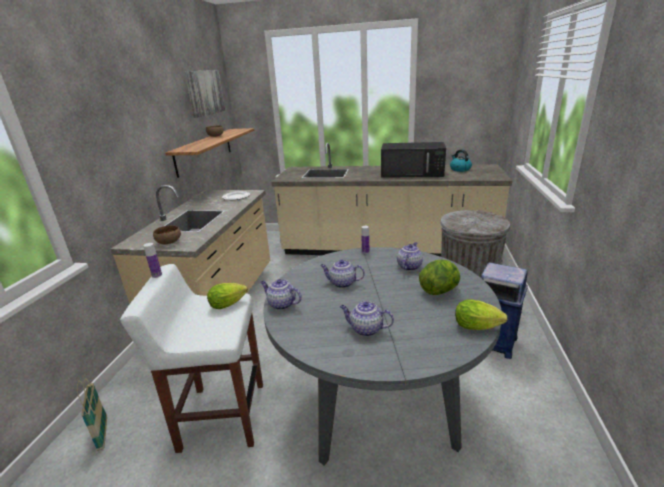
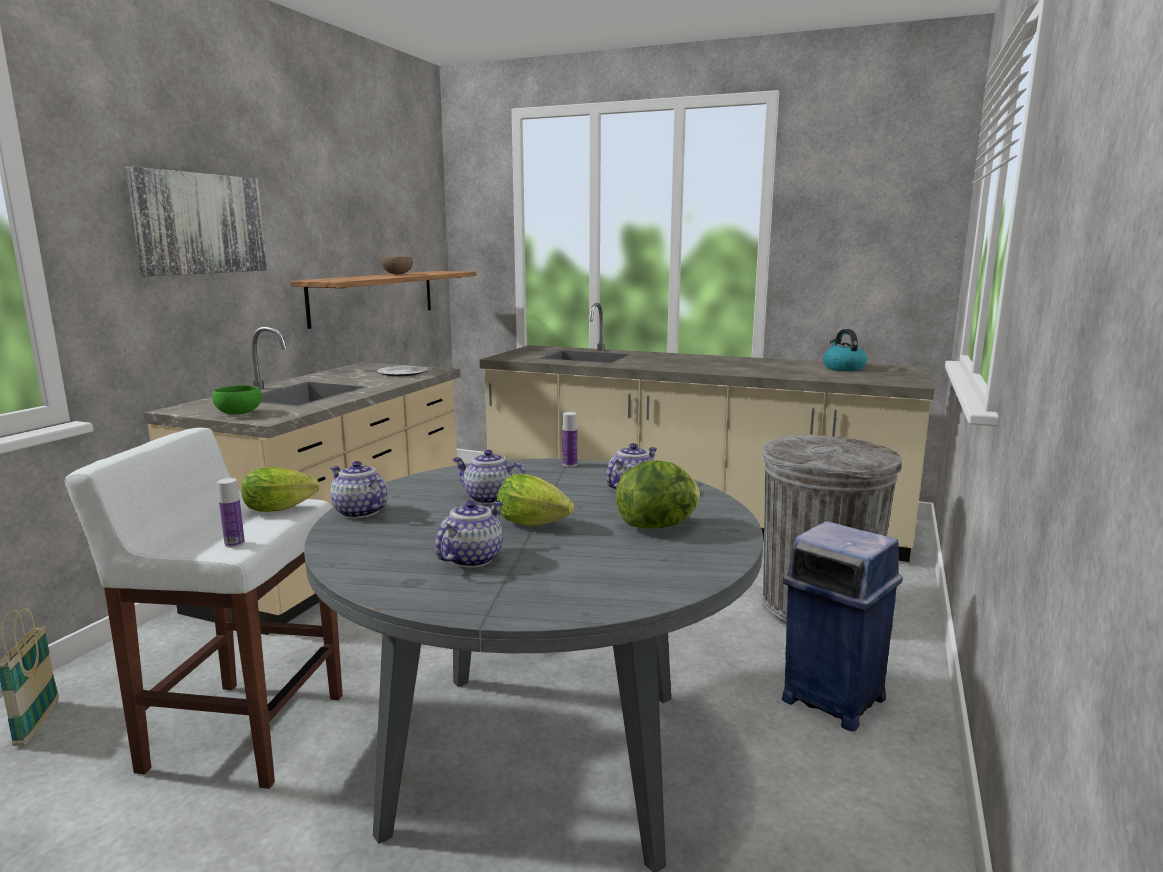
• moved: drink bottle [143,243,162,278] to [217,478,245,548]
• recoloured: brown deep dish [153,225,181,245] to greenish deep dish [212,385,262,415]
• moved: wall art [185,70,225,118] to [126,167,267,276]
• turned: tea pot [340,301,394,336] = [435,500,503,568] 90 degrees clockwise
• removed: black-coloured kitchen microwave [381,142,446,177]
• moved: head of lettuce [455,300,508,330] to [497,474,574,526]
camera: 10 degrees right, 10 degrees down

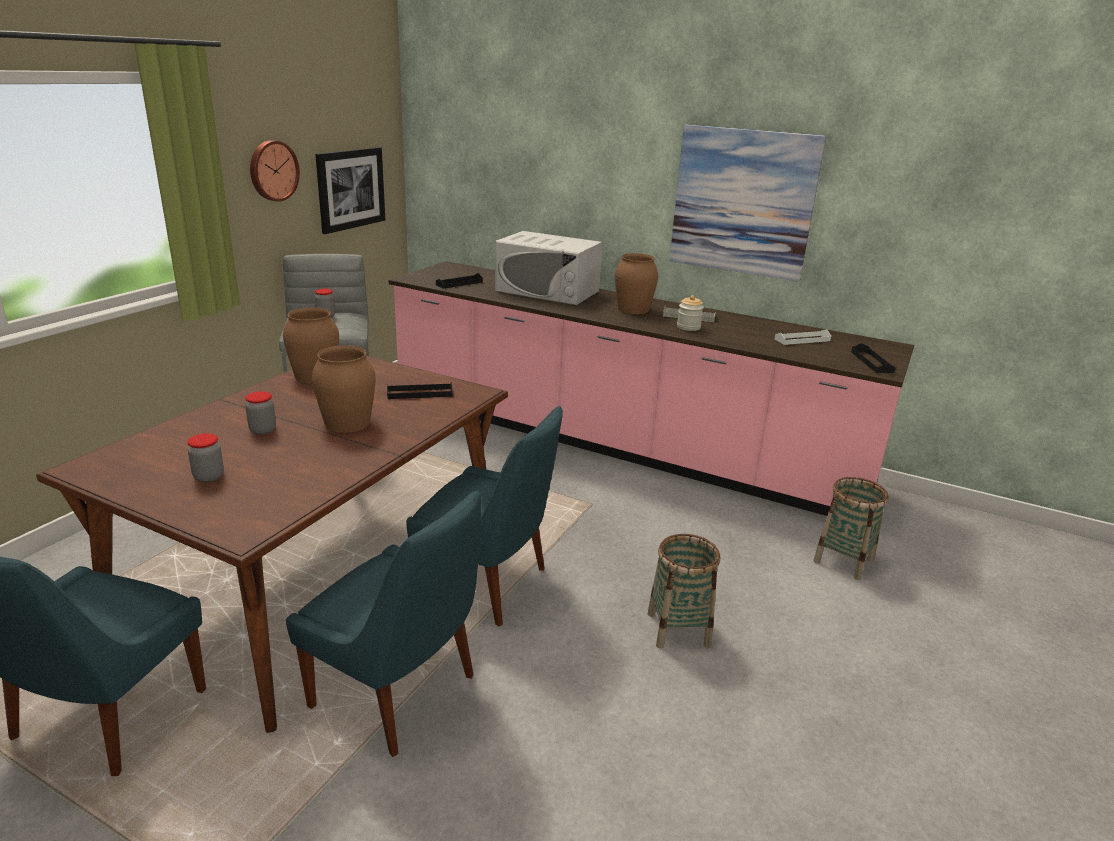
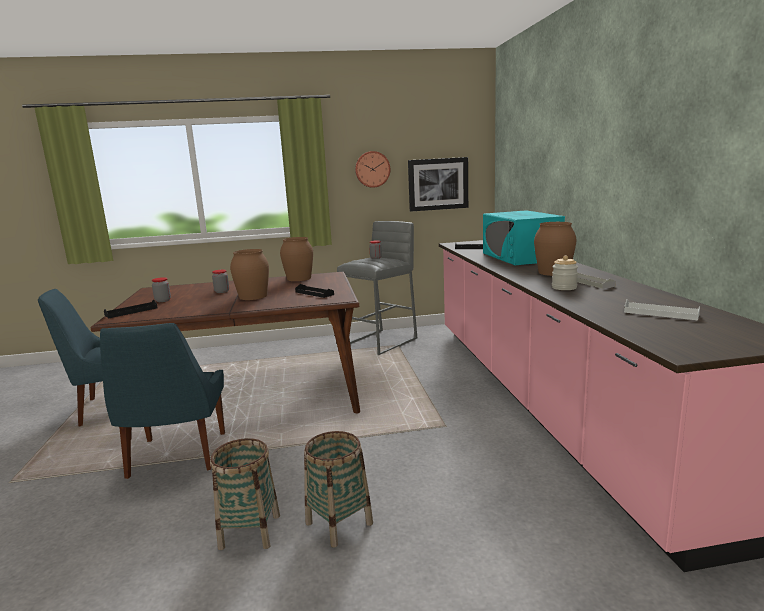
• removed: bluish plain chair [406,406,563,626]
• recoloured: white kitchen microwave [495,231,603,305] to turquoise kitchen microwave [483,210,565,265]
• removed: wall art [669,124,826,282]
• moved: household basket [813,477,889,580] to [210,438,280,550]
• moved: black-coloured carrying tray [851,343,896,373] to [104,300,158,318]
camera: 55 degrees right, 10 degrees down

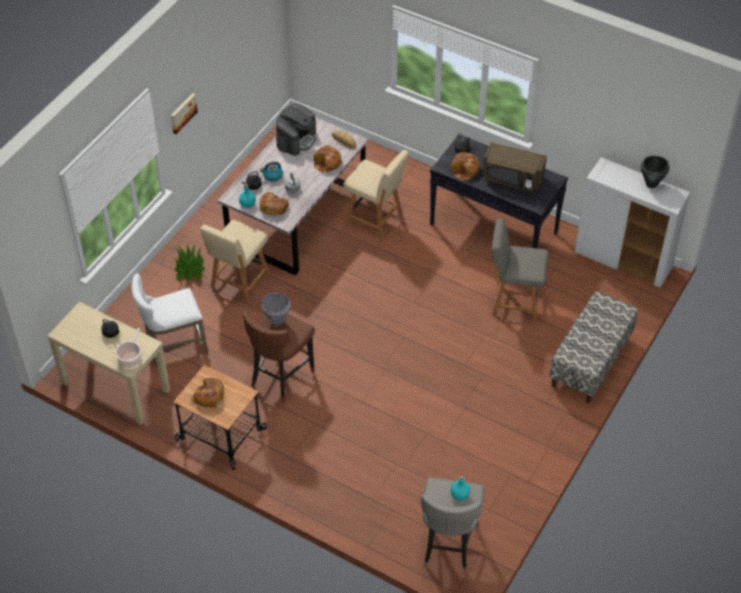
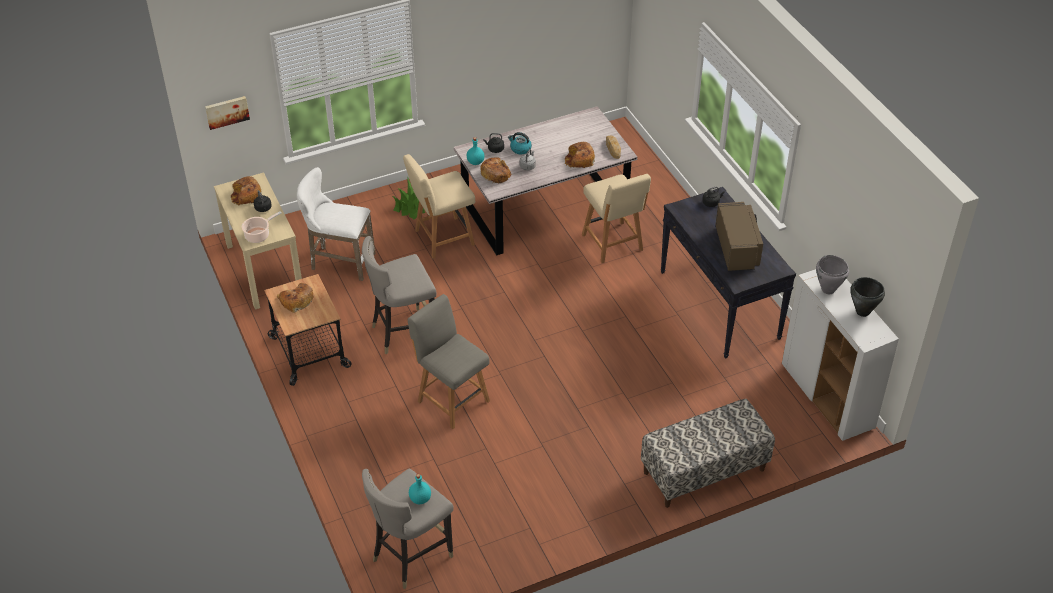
• moved: wall art [171,93,198,134] to [205,96,250,130]
• recoloured: brown sitting stool [243,310,315,403] to greyish sitting stool [362,236,437,354]
• moved: greyish cooking pot [261,293,291,326] to [816,255,849,294]
• removed: coffee brewer [276,104,316,156]
• moved: bakery bread [450,152,480,180] to [231,176,262,205]
• turned: brown kitchen microwave [483,142,547,192] = [715,202,763,271] 150 degrees counterclockwise
• moved: greyish plain chair [492,218,549,321] to [408,294,490,429]
camera: 35 degrees right, 5 degrees down

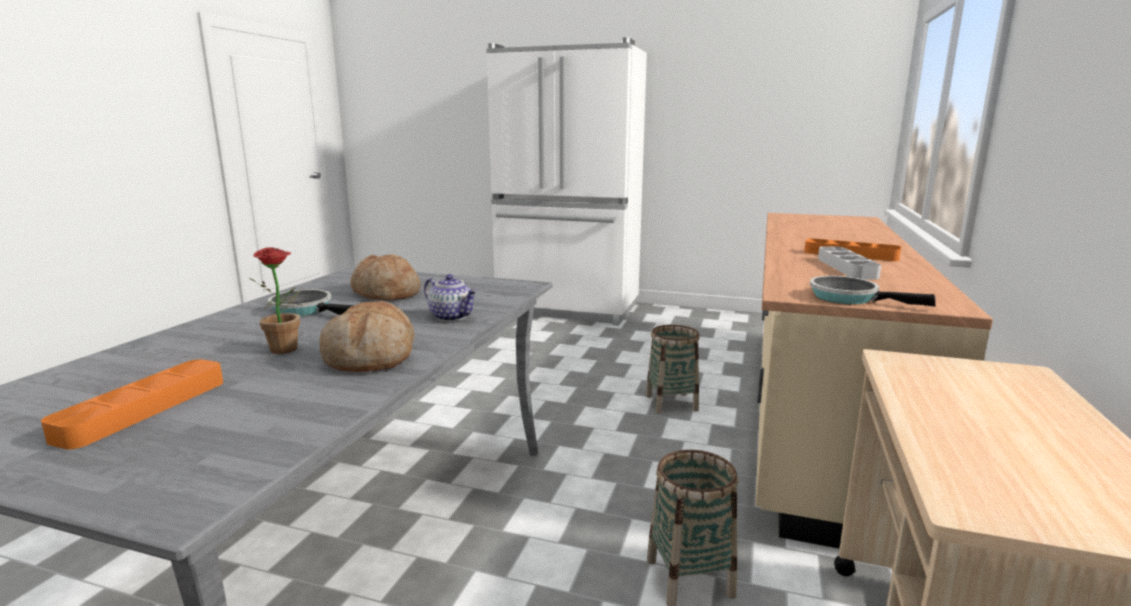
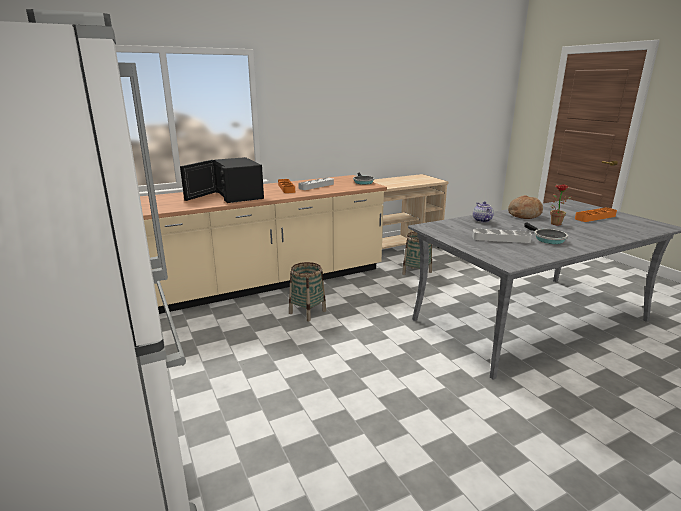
• replaced: bakery bread [350,254,421,301] to greyish carrying tray [472,229,532,243]
• added: black-coloured kitchen microwave [180,157,264,203]
camera: 135 degrees left, 5 degrees up

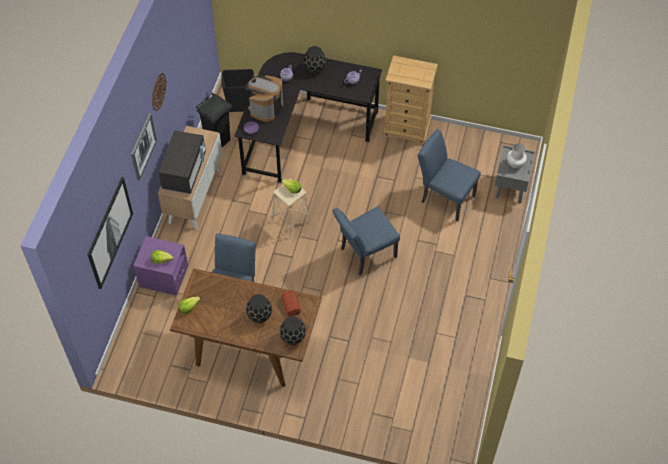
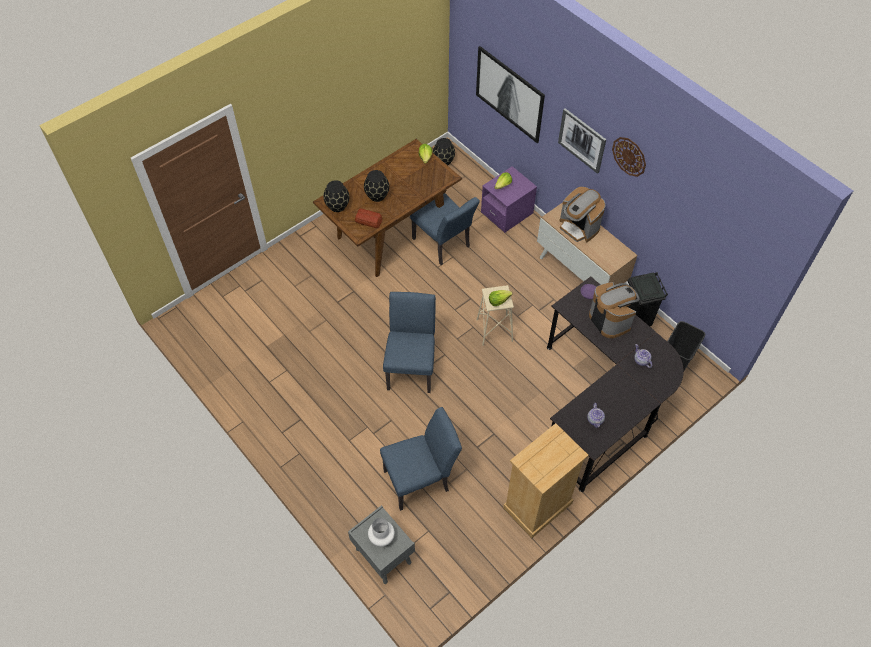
• replaced: black-coloured kitchen microwave [158,130,206,194] to coffee brewer [559,187,606,243]
• moved: black-coloured vase [304,46,326,74] to [433,138,455,165]
camera: 125 degrees right, 0 degrees up

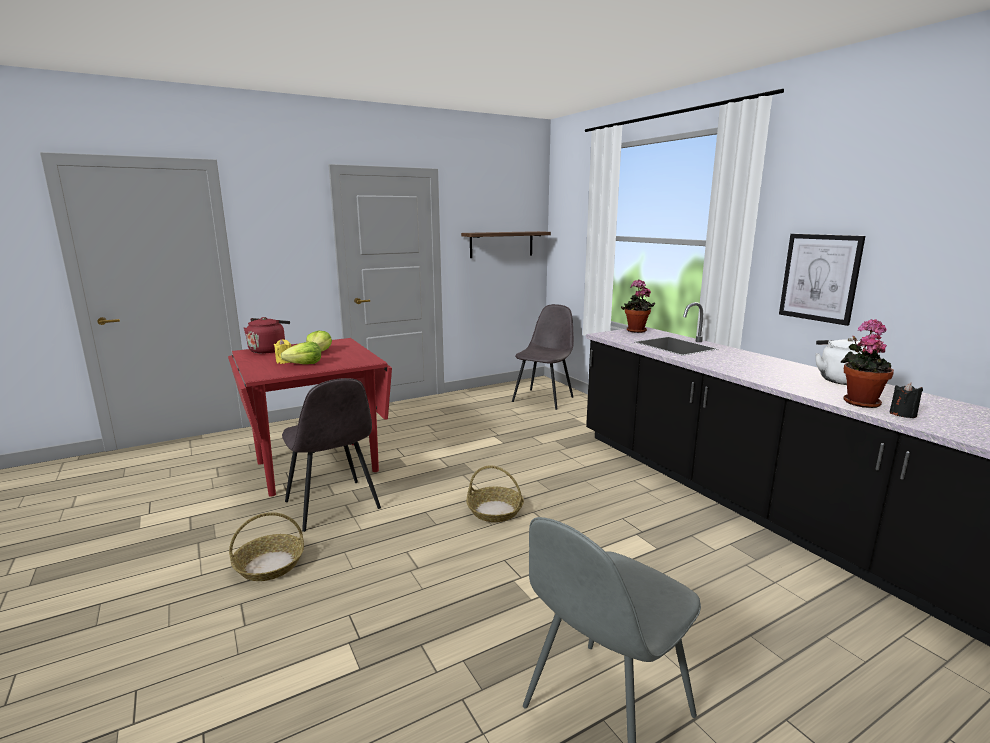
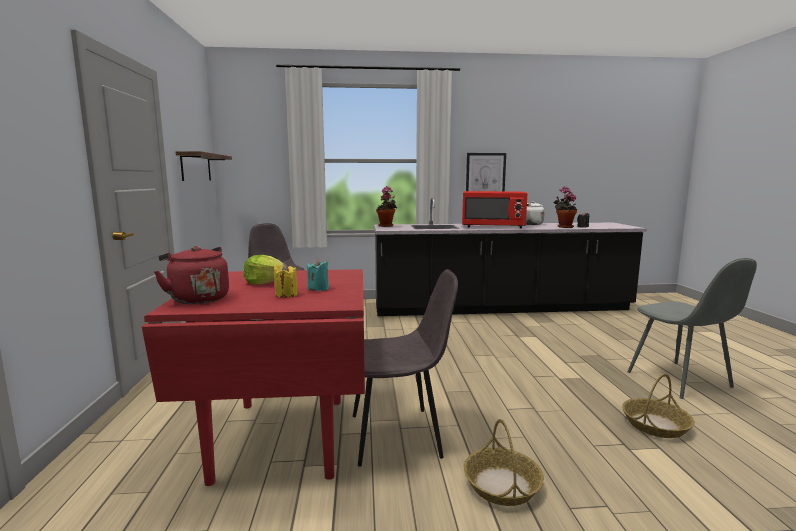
• replaced: head of lettuce [280,342,321,364] to turquoise candle [307,259,329,291]
• moved: household basket [466,465,524,522] to [622,374,695,438]
• added: red kitchen microwave [462,191,527,228]
camera: 65 degrees left, 5 degrees down

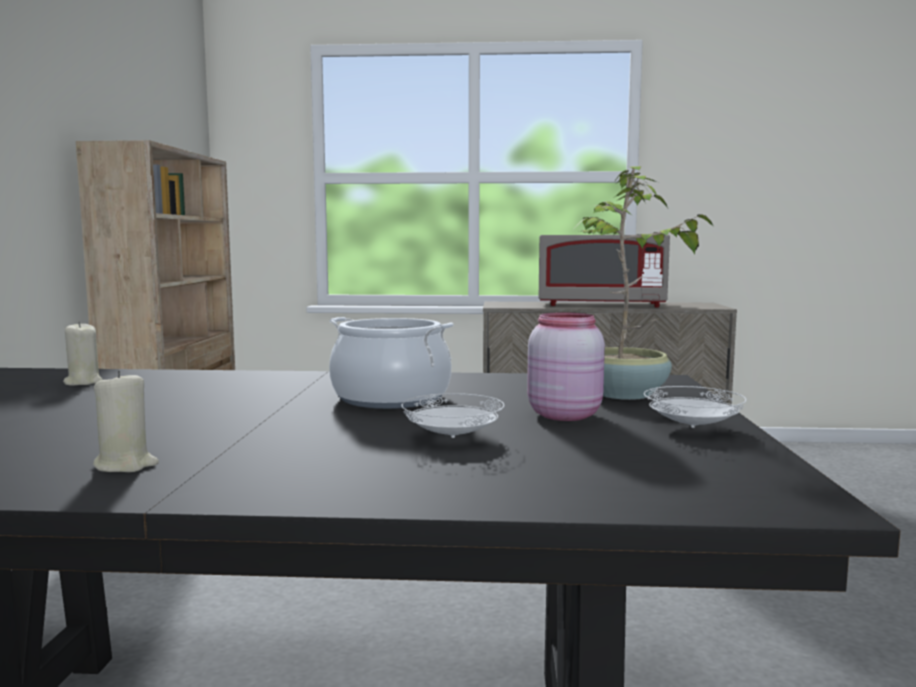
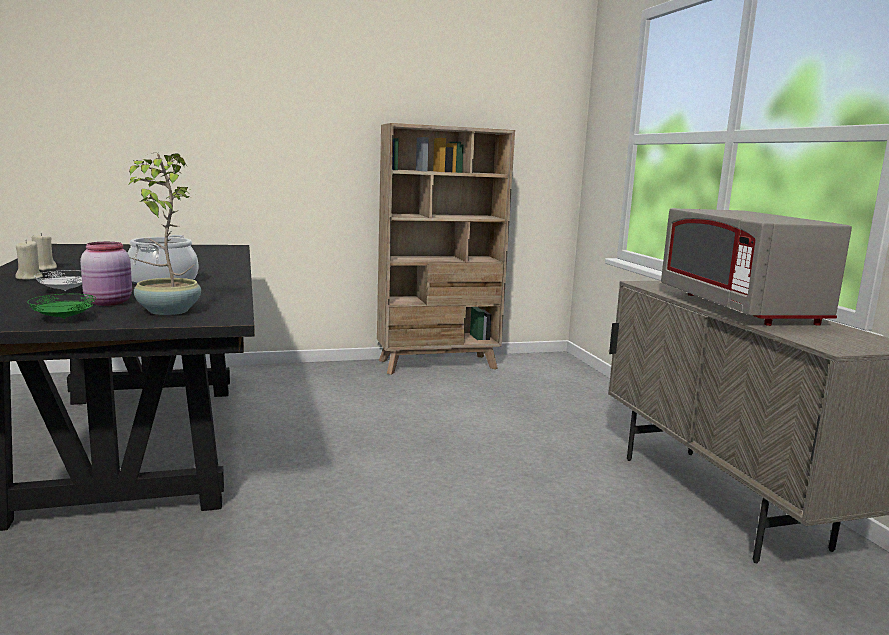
• moved: sand-coloured candle [63,321,102,386] to [15,241,43,280]
• recoloured: white dinner plate [644,386,747,428] to greenish dinner plate [27,294,96,319]
camera: 70 degrees right, 5 degrees up

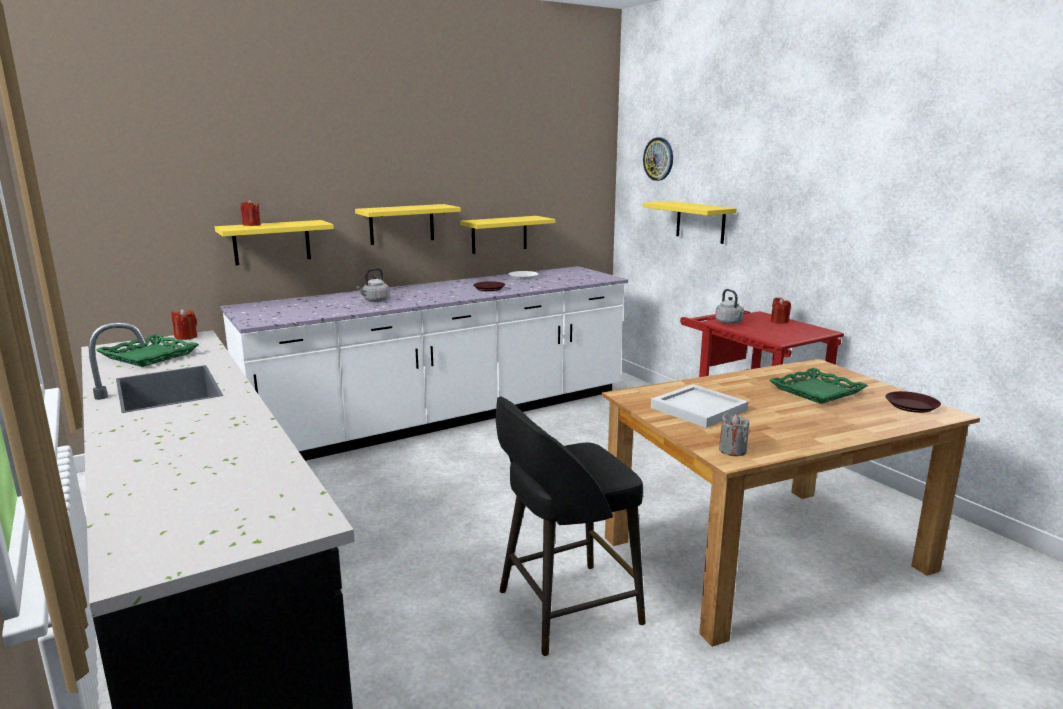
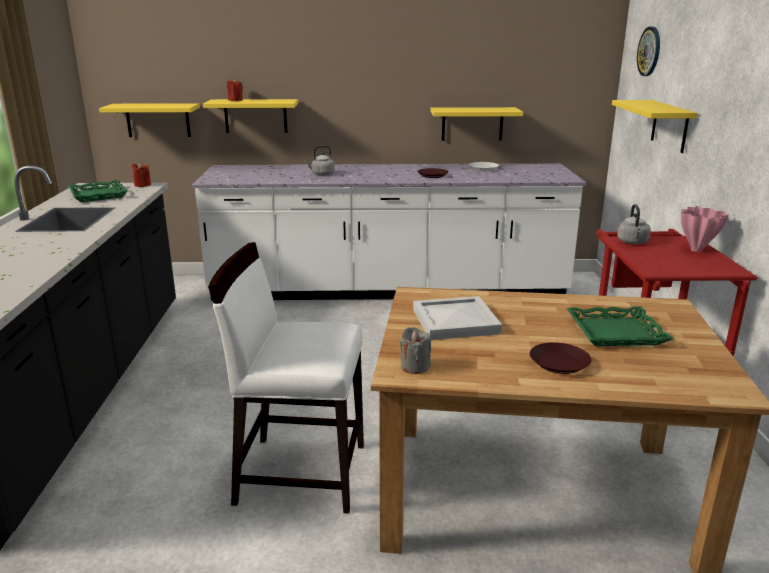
• moved: yellow wall shelf [355,204,461,245] to [99,103,200,137]
• replaced: black-coloured sitting stool [496,397,646,656] to white plain chair [208,242,364,514]
• replaced: red candle [771,297,791,324] to pink-coloured vase [681,206,729,252]
• moved: brown dinner plate [885,391,941,413] to [530,342,591,374]
camera: 30 degrees right, 5 degrees up

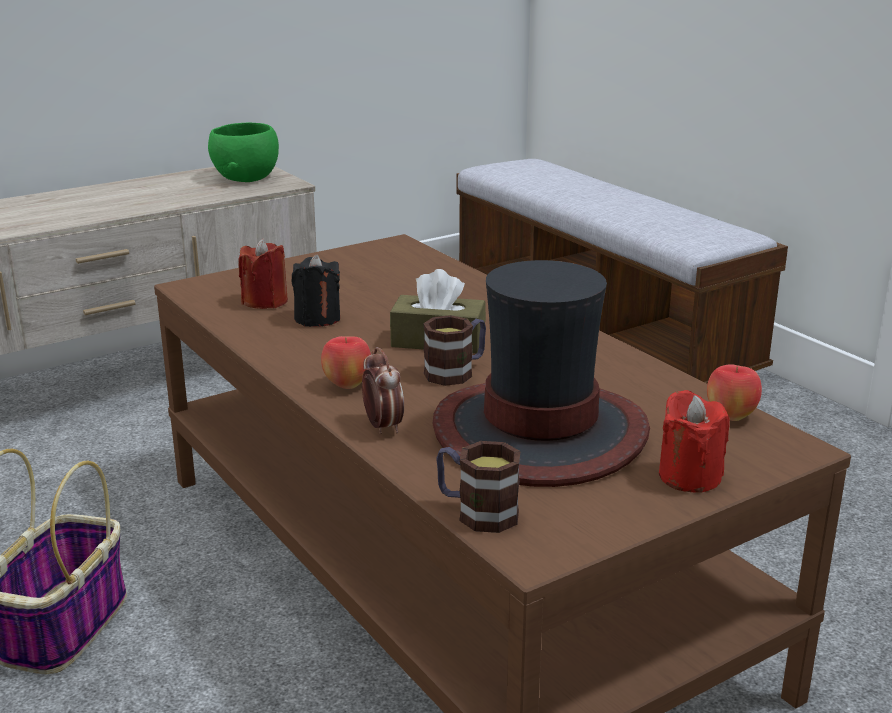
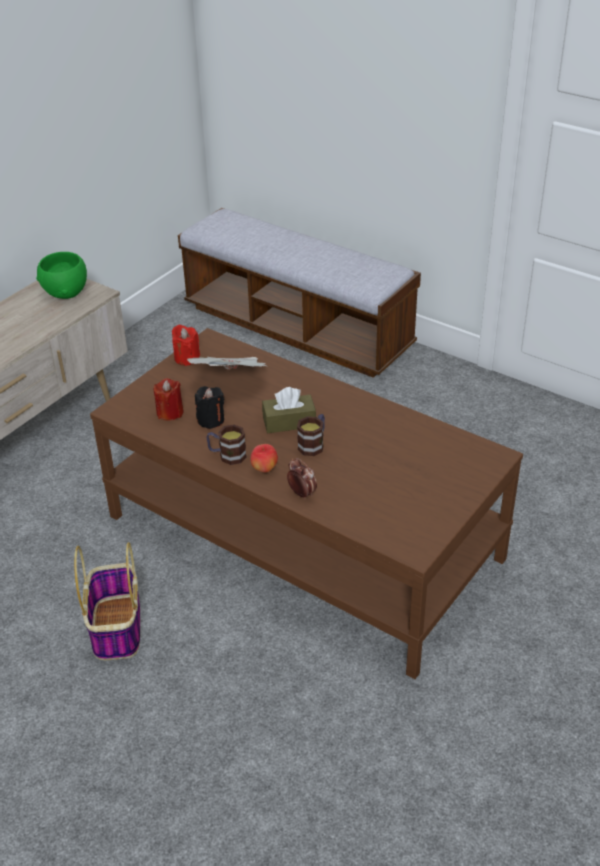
• removed: hat [432,260,650,487]
• moved: coffee mug [436,441,521,533] to [206,424,246,465]
• moved: red candle [659,390,730,492] to [172,325,200,366]
• removed: whole apple [707,364,762,421]
• added: newspaper [187,357,266,370]
camera: 20 degrees left, 15 degrees up

